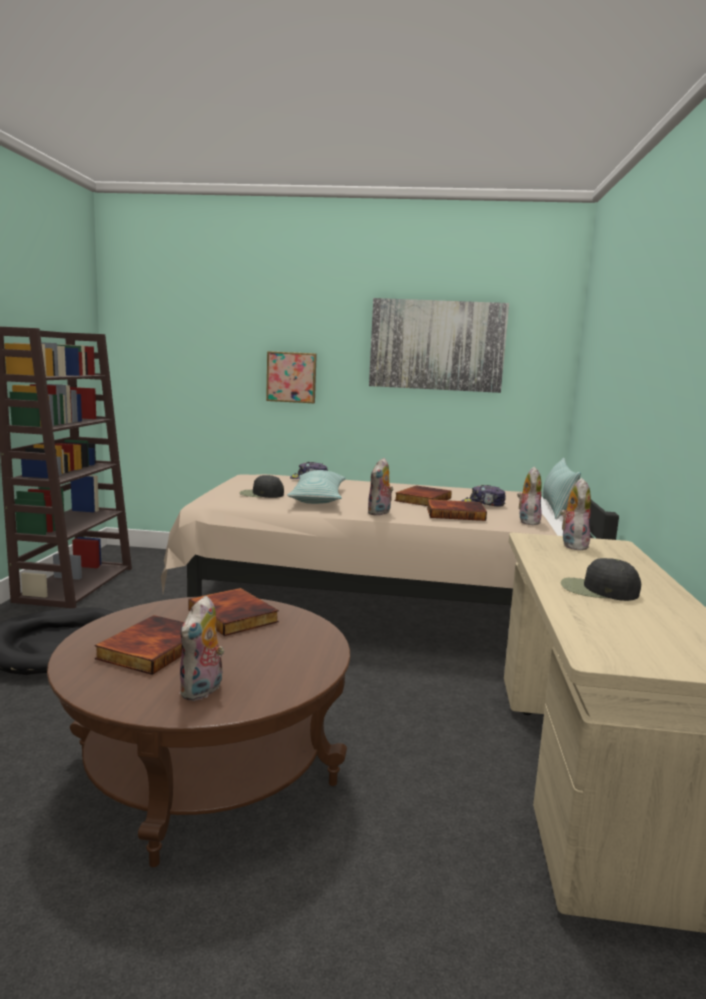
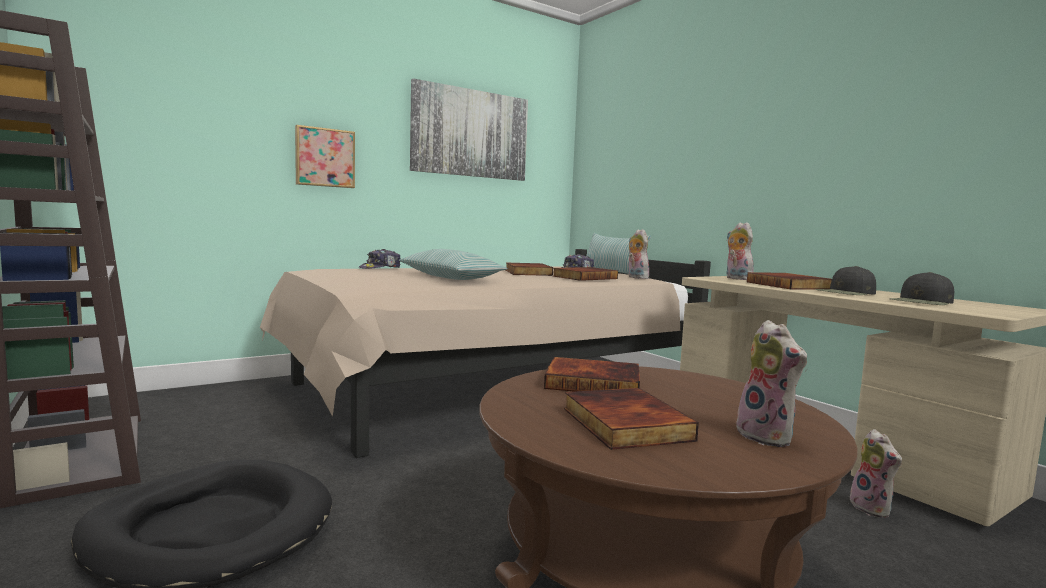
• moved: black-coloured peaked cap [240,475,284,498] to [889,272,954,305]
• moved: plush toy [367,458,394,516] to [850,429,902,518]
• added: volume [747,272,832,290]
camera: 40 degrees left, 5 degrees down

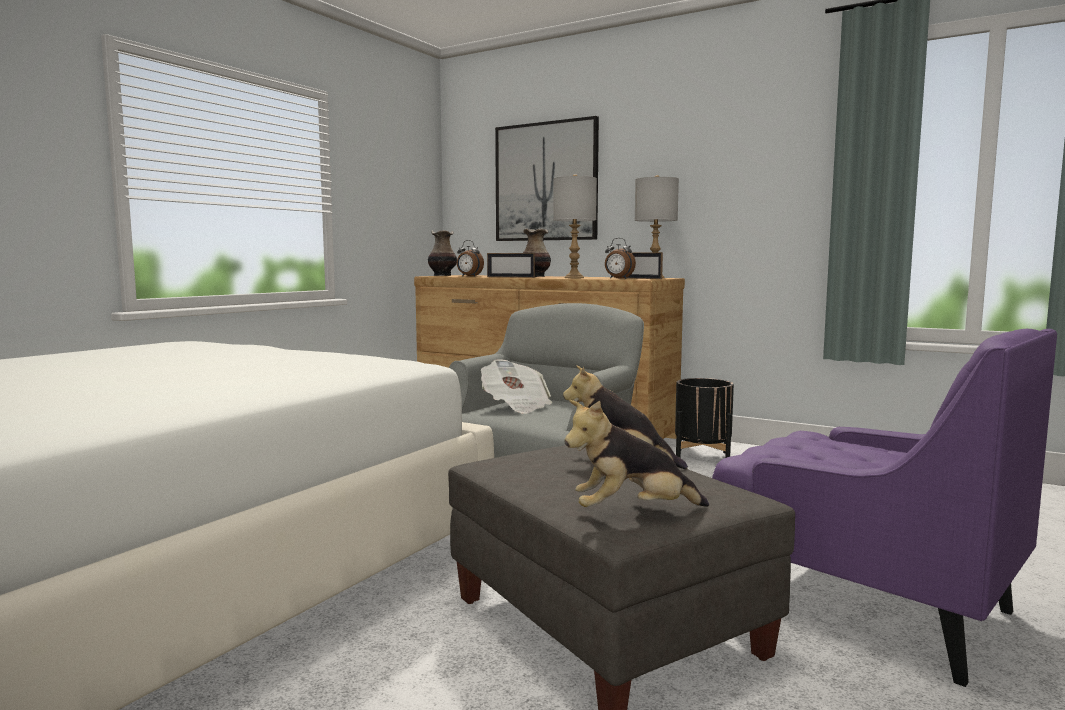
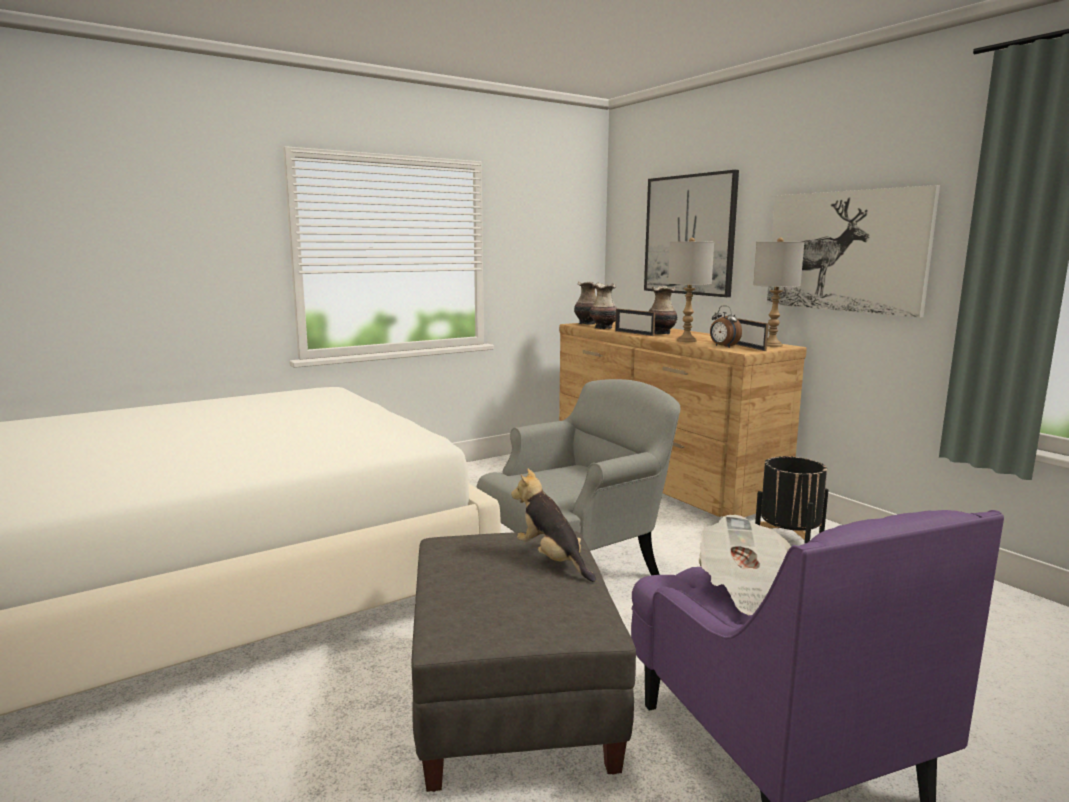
• replaced: bedside clock [457,240,484,276] to vase [590,283,617,329]
• moved: newspaper [481,359,552,414] to [698,515,791,615]
• removed: plush toy [564,400,709,507]
• added: wall art [767,185,940,318]
camera: 25 degrees right, 5 degrees up

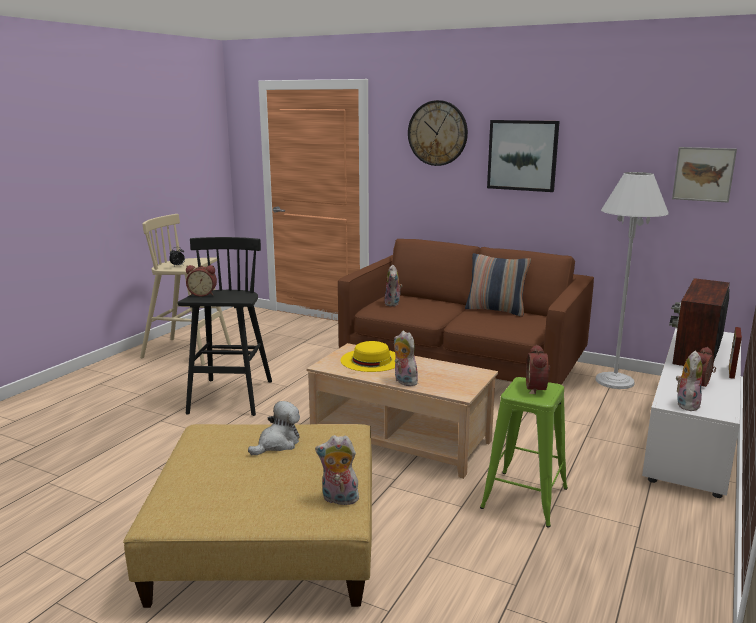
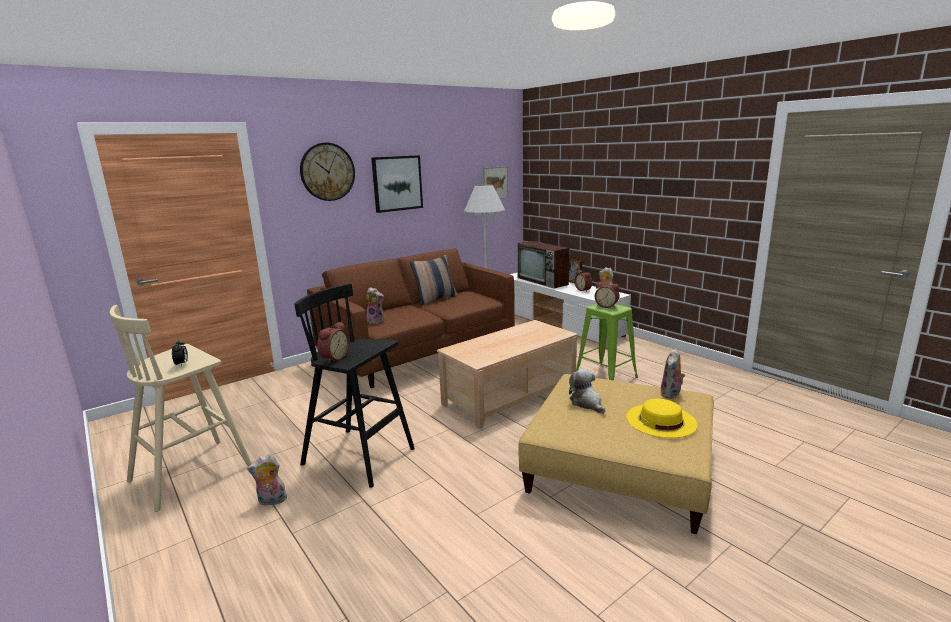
• moved: yellow hat [341,341,395,372] to [626,399,697,438]
• moved: plush toy [394,331,418,386] to [247,454,287,506]
camera: 65 degrees left, 0 degrees up

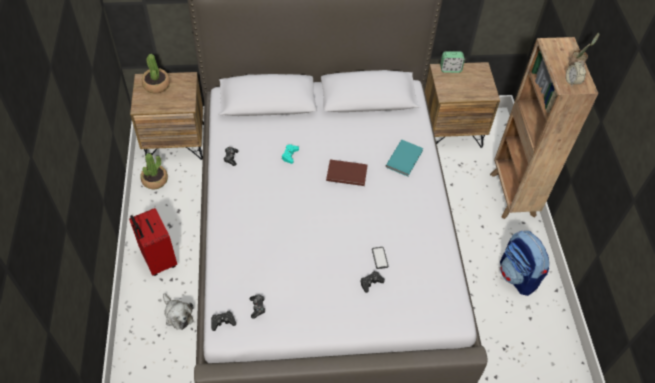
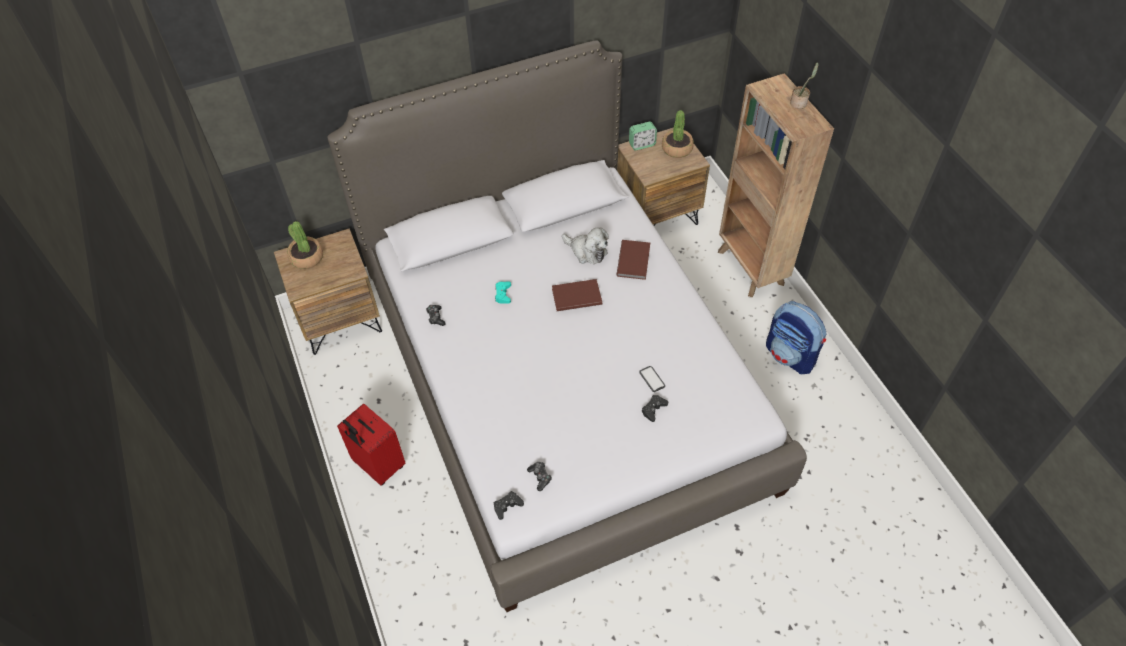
• moved: houseplant [140,153,168,189] to [662,110,694,158]
• moved: plush toy [163,293,194,330] to [562,227,609,264]
• recoloured: turquoise volume [386,140,423,177] to brown volume [617,240,650,280]
• removed: bedside clock [566,61,586,86]
camera: 15 degrees left, 0 degrees up

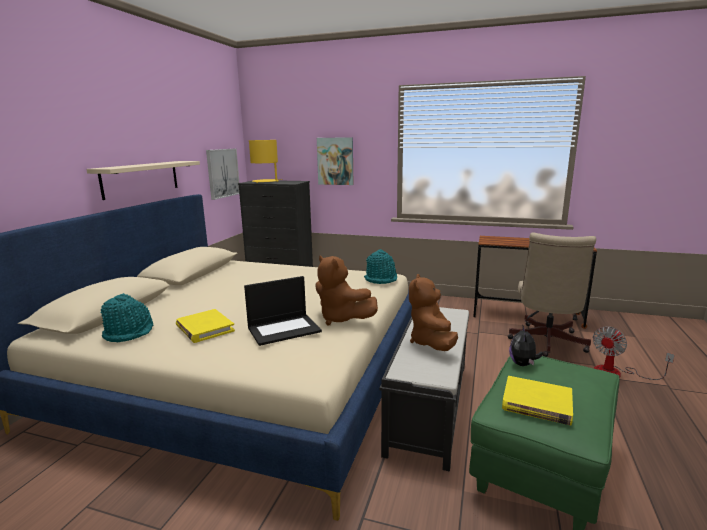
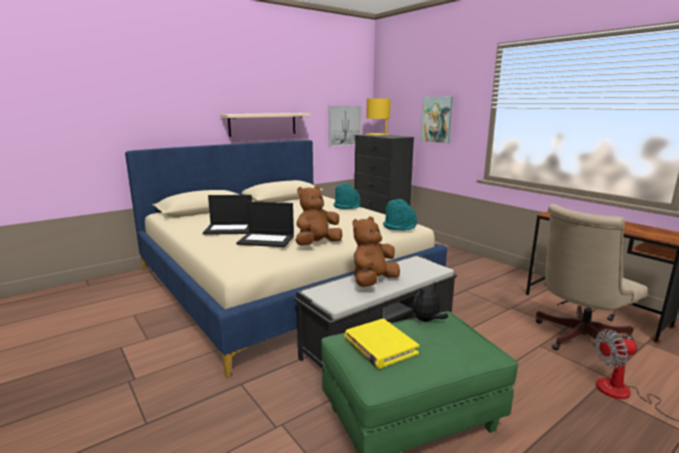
• moved: turquoise hat [101,293,153,342] to [333,183,361,209]
• replaced: yellow volume [176,309,235,343] to laptop [203,195,252,235]
• turned: brown plush toy [315,255,378,325] = [296,186,342,245] 60 degrees clockwise
camera: 35 degrees right, 0 degrees up

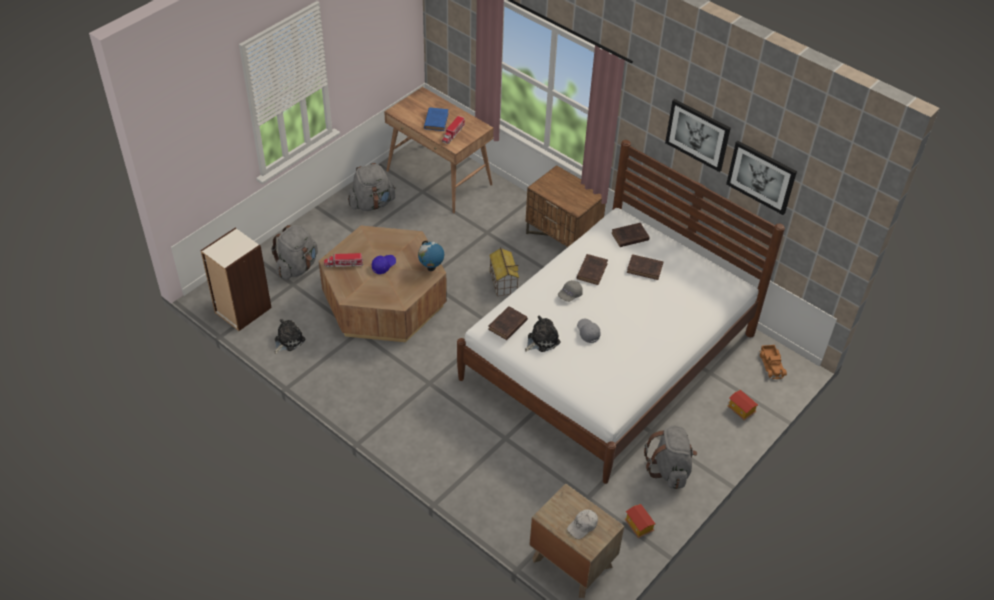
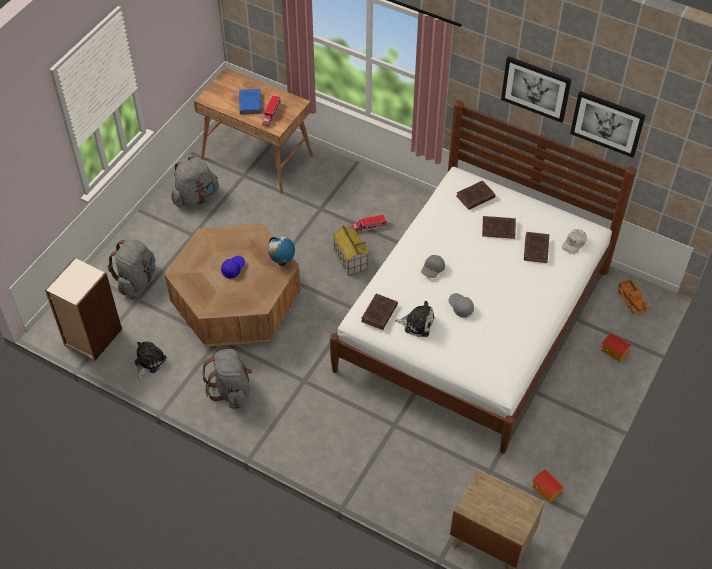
• moved: toy lorry [324,253,363,267] to [350,214,388,232]
• turned: plush toy [525,316,561,352] = [395,301,434,337] 60 degrees clockwise
• removed: brown nightstand [526,165,606,247]
• moved: white peaked cap [567,509,598,539] to [562,229,587,254]
• moved: brown volume [577,254,608,285] to [524,232,549,263]
• moved: greyish knapsack [644,426,697,489] to [202,349,253,409]
camera: 10 degrees left, 5 degrees up

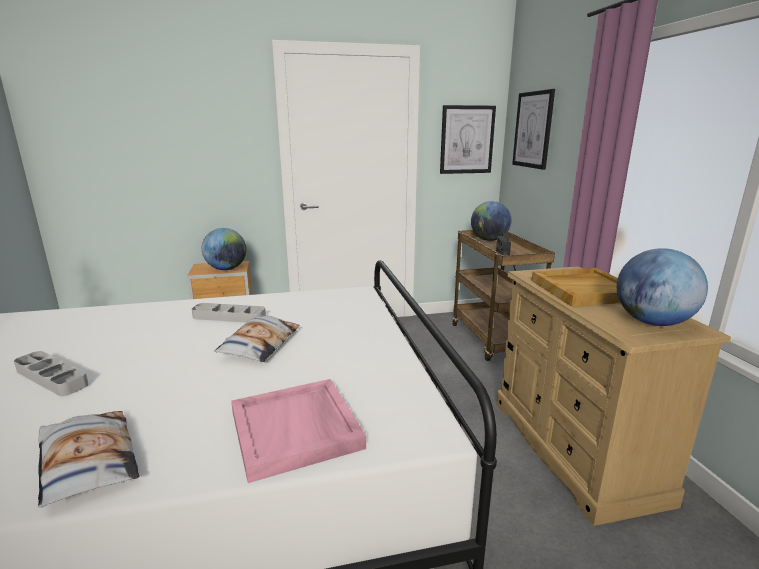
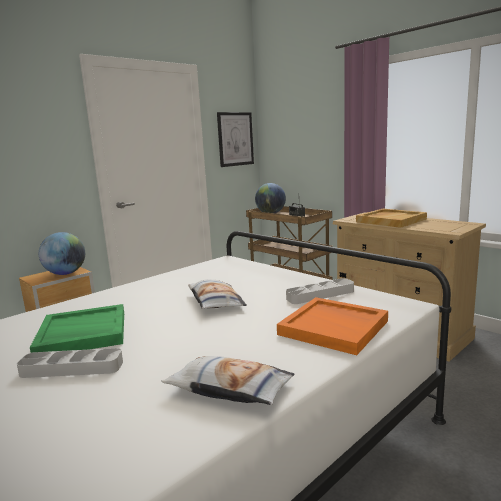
• moved: greyish carrying tray [192,303,266,323] to [286,278,354,304]
• recoloured: pink-coloured carrying tray [231,379,366,483] to orange-coloured carrying tray [277,297,388,355]
• removed: wall art [512,89,555,170]
• removed: world globe [617,248,708,326]
• added: greenish carrying tray [30,304,124,353]
camera: 30 degrees left, 5 degrees down

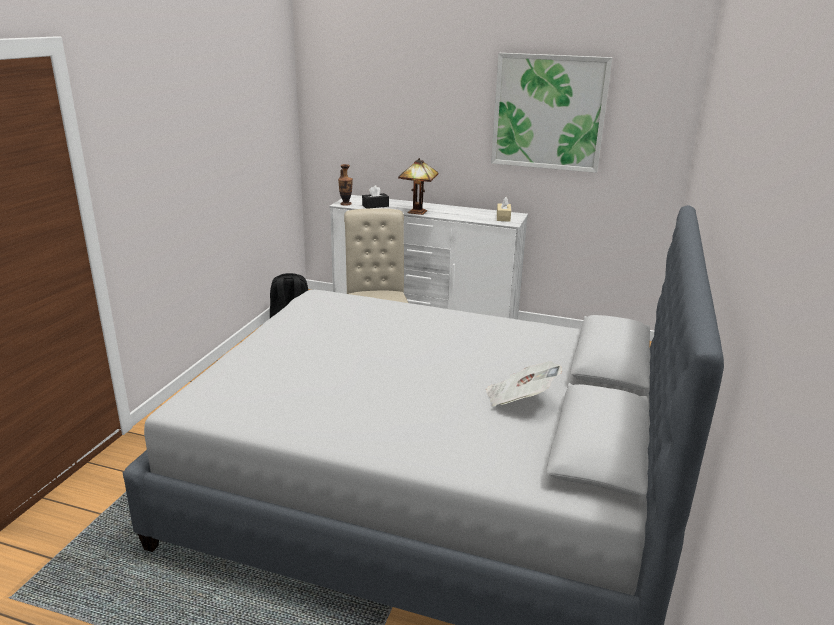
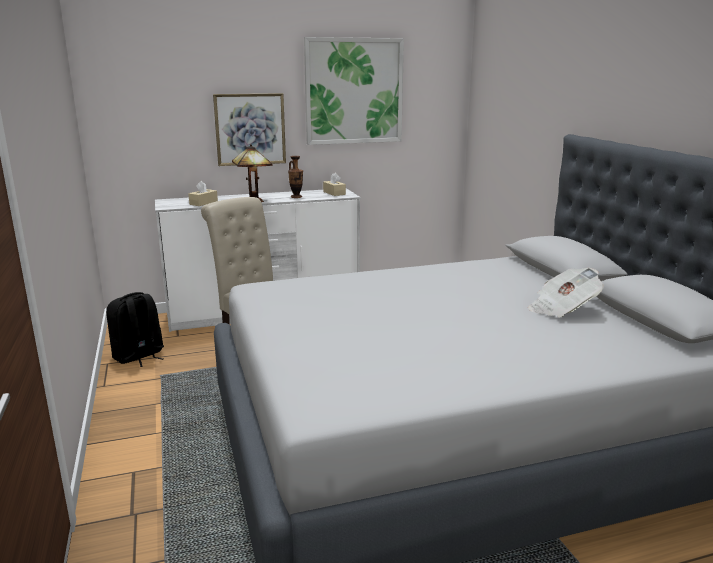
• moved: vase [338,164,353,206] to [288,156,303,198]
• recoloured: black-coloured box of tissues [362,185,389,209] to sand-coloured box of tissues [188,181,218,206]
• added: wall art [213,93,286,166]
camera: 35 degrees left, 5 degrees down

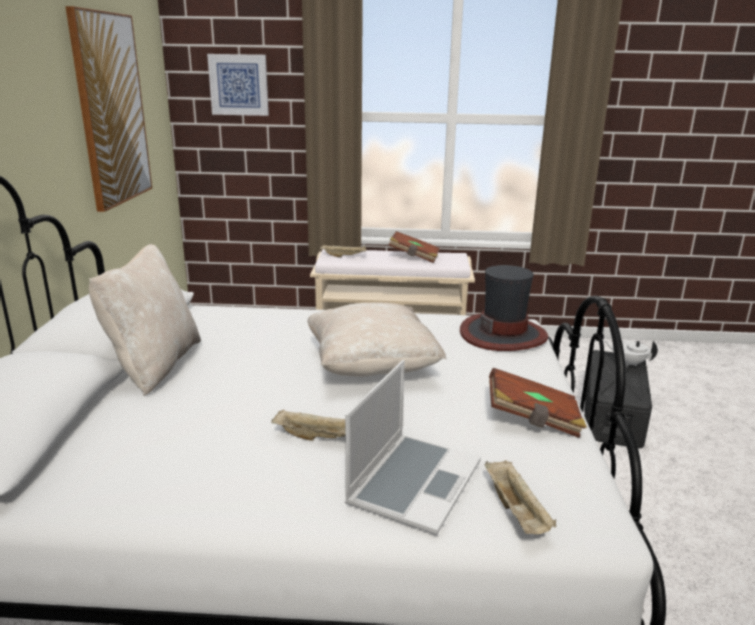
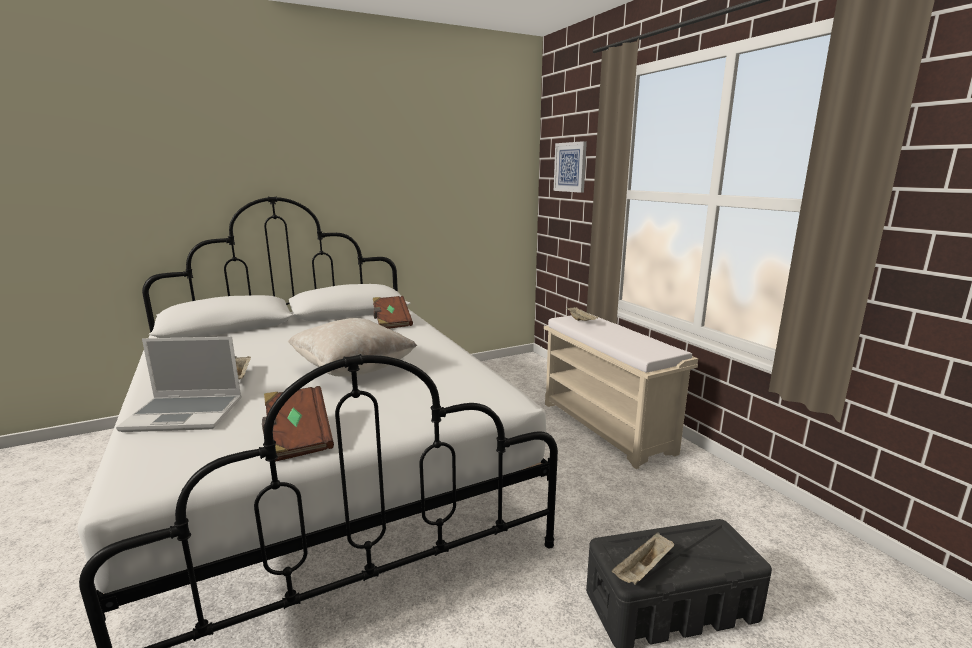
• removed: wall art [65,6,152,212]
• removed: sand-coloured pillow [89,244,201,396]
• moved: brown volume [388,231,440,263] to [373,296,413,329]
• removed: hat [460,265,548,351]
• moved: sand-coloured carrying tray [485,460,556,534] to [612,532,674,585]
• removed: white tea pot [604,340,658,367]
camera: 60 degrees right, 5 degrees down

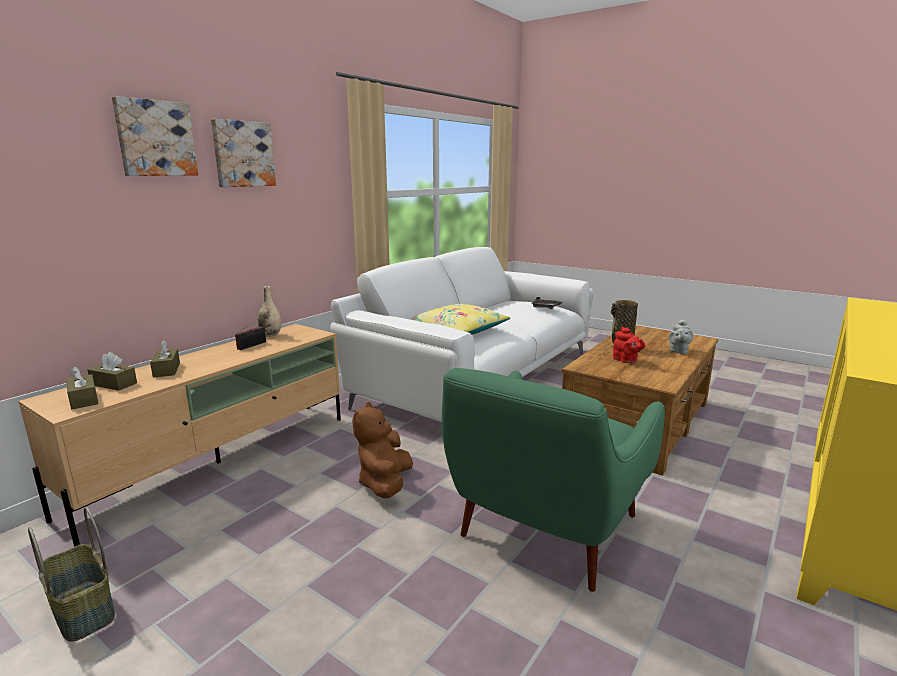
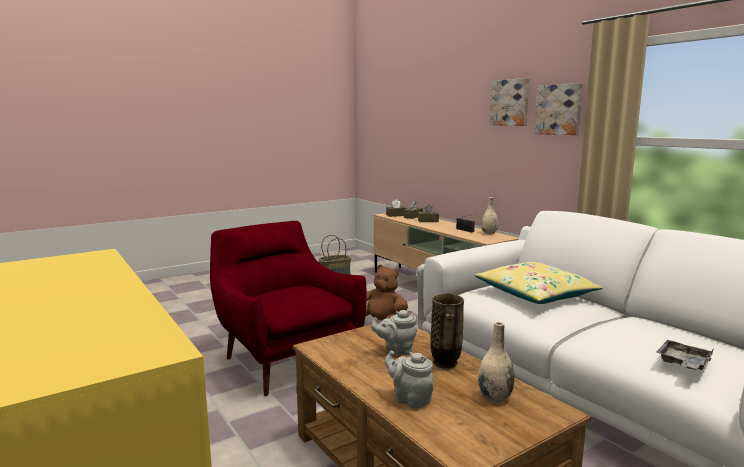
• moved: wall art [112,96,198,176] to [534,83,583,135]
• recoloured: greenish easy chair [442,368,665,592] to red easy chair [210,221,366,396]
• recoloured: red tea pot [613,327,645,363] to greyish tea pot [371,310,417,356]
• added: sand-coloured vase [478,322,514,403]
camera: 110 degrees right, 5 degrees down

